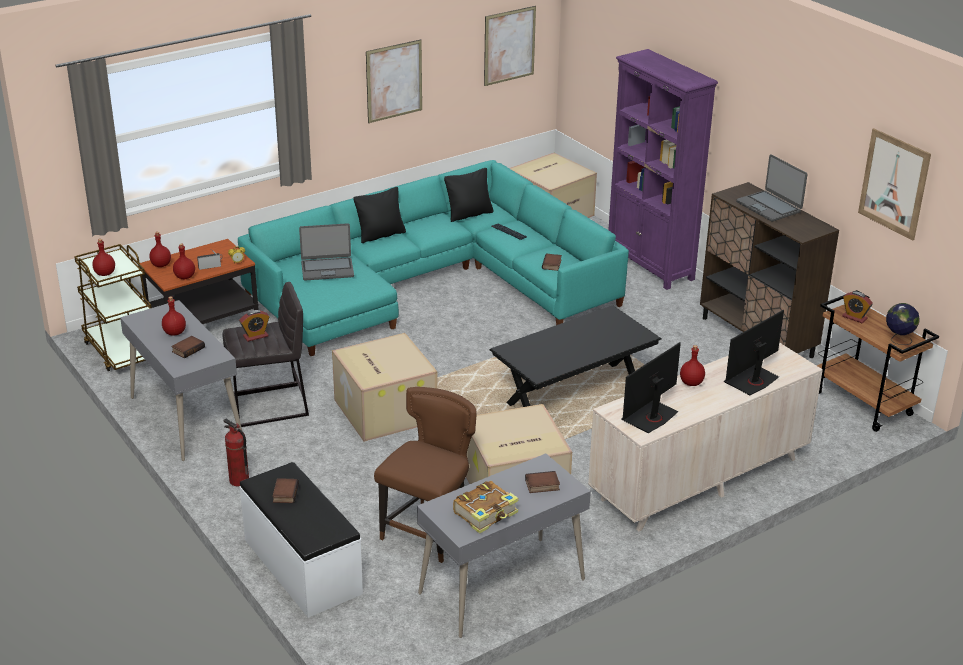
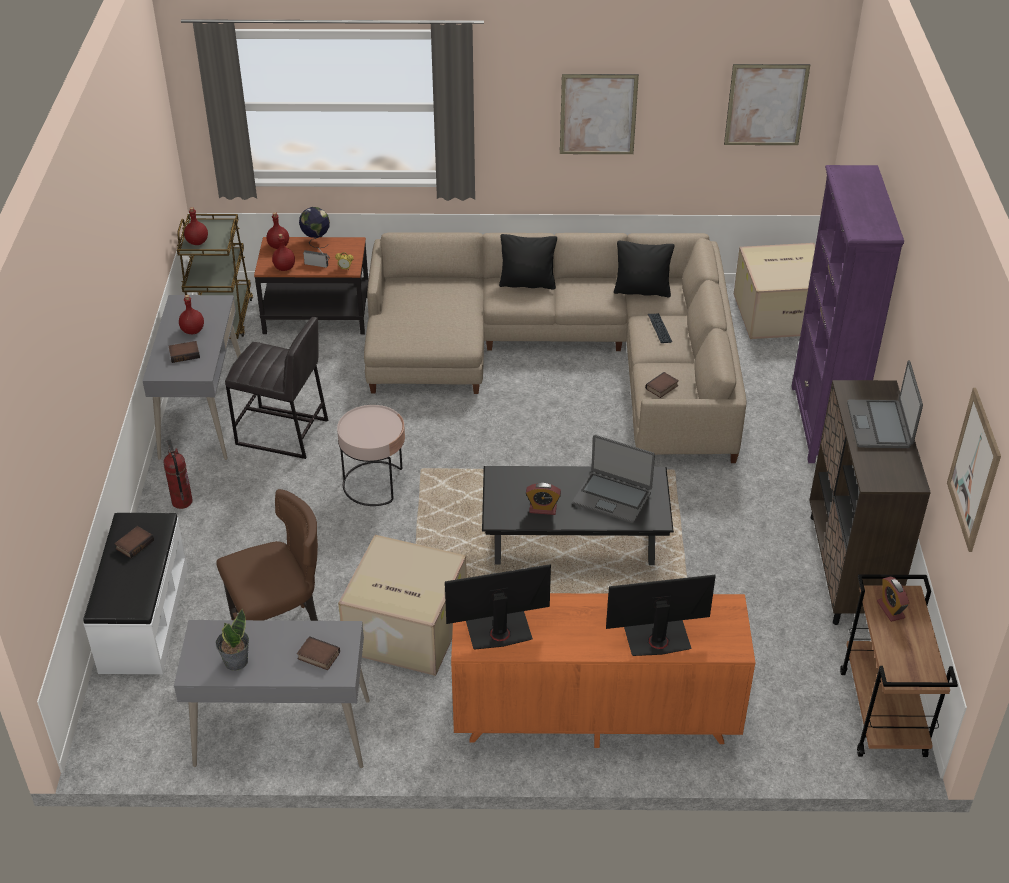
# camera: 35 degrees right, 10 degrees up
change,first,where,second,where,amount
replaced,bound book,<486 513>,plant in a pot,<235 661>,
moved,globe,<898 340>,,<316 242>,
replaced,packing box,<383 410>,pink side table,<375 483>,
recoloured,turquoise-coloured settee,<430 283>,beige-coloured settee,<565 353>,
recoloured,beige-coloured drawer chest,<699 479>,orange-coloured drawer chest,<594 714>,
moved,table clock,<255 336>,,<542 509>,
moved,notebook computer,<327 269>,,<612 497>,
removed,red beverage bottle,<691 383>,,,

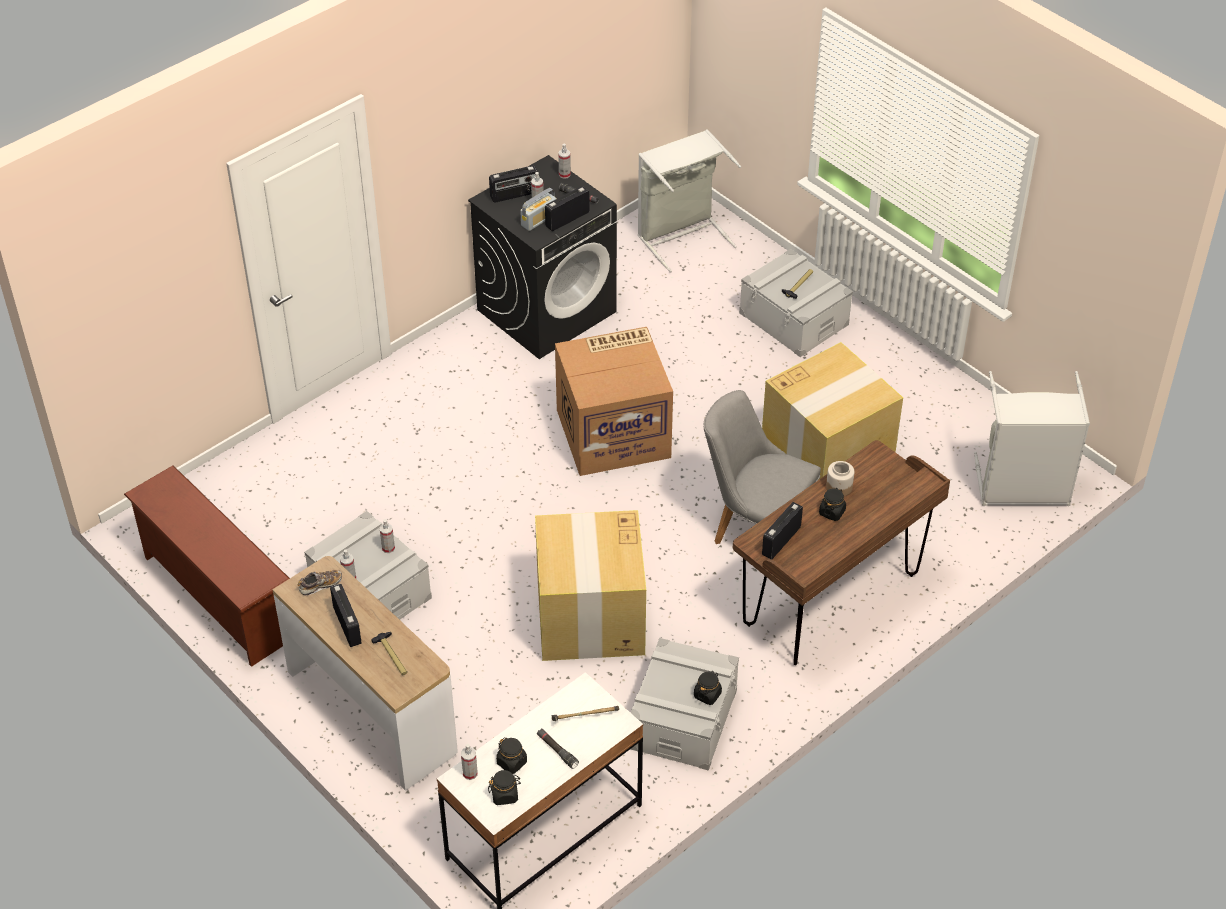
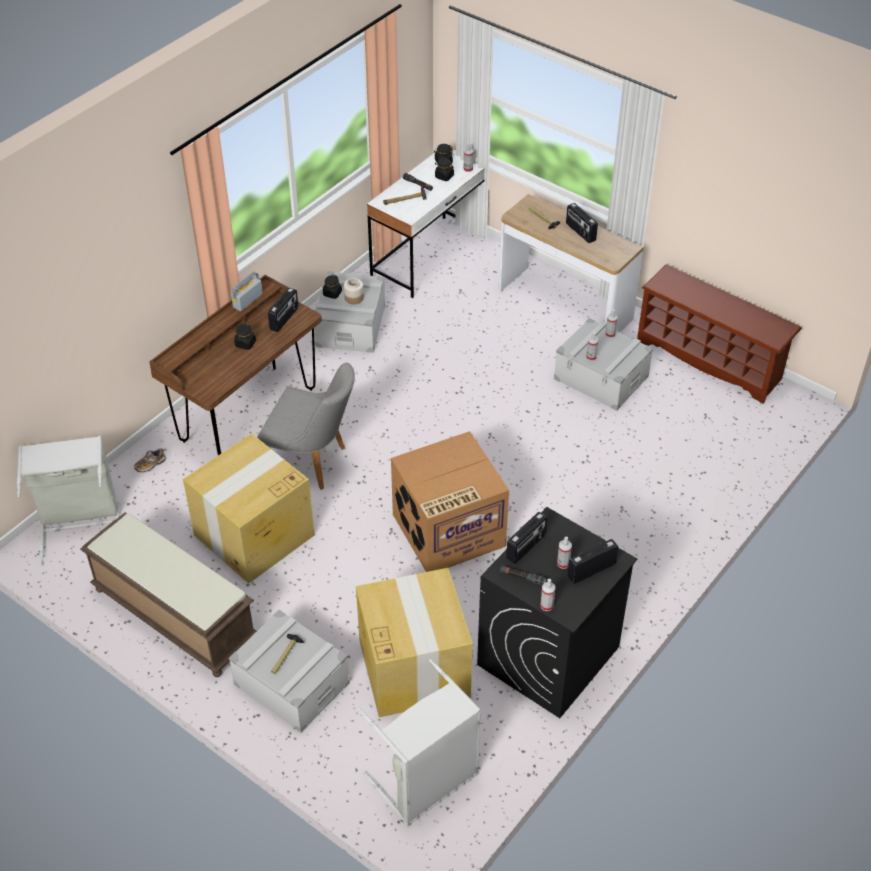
# camera: 170 degrees right, 0 degrees up
change,first,where,second,where,amount
added,,,brown-coloured long seat,<173 615>,
moved,shoe,<320 585>,,<150 465>,
moved,radio receiver,<539 220>,,<247 300>,
moved,jar,<839 487>,,<353 298>,
moved,packing box,<590 619>,,<413 667>,

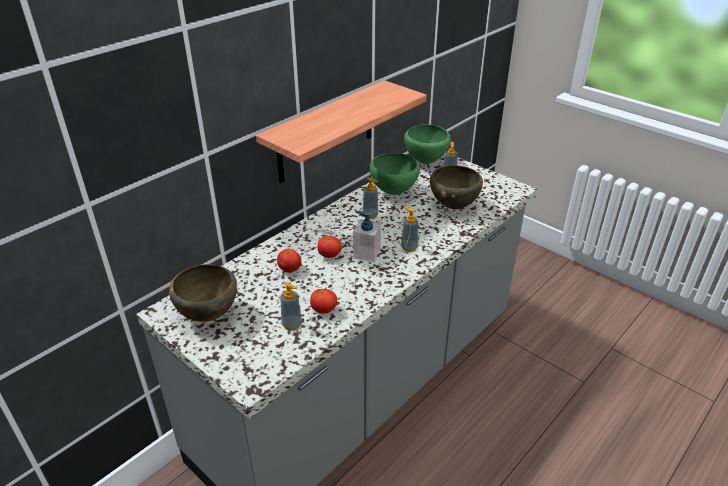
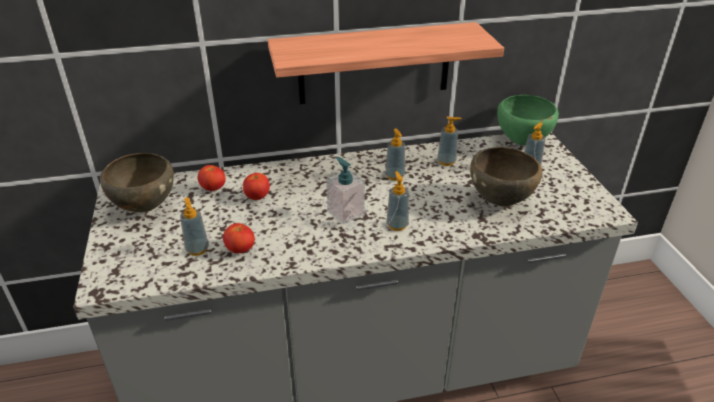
# camera: 35 degrees right, 0 degrees up
change,first,where,second,where,amount
moved,whole tomato,<329 255>,,<213 188>,
replaced,green-coloured bowl,<393 192>,soap dispenser,<446 161>,

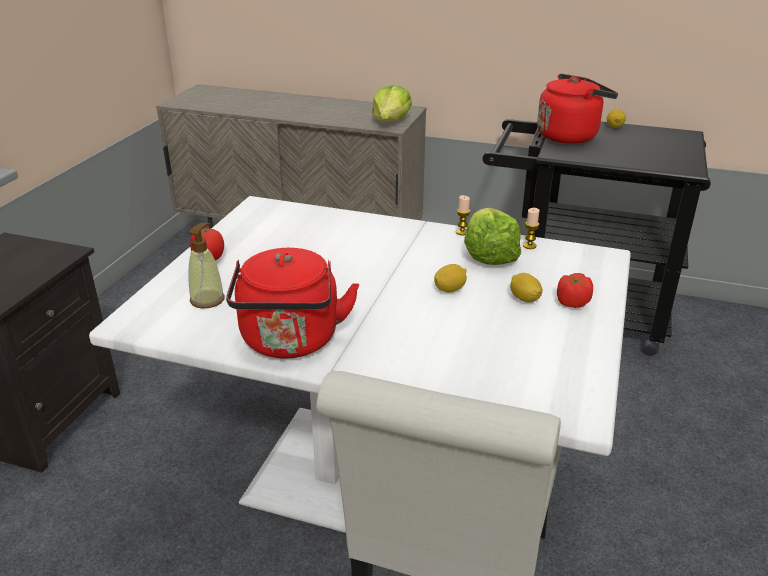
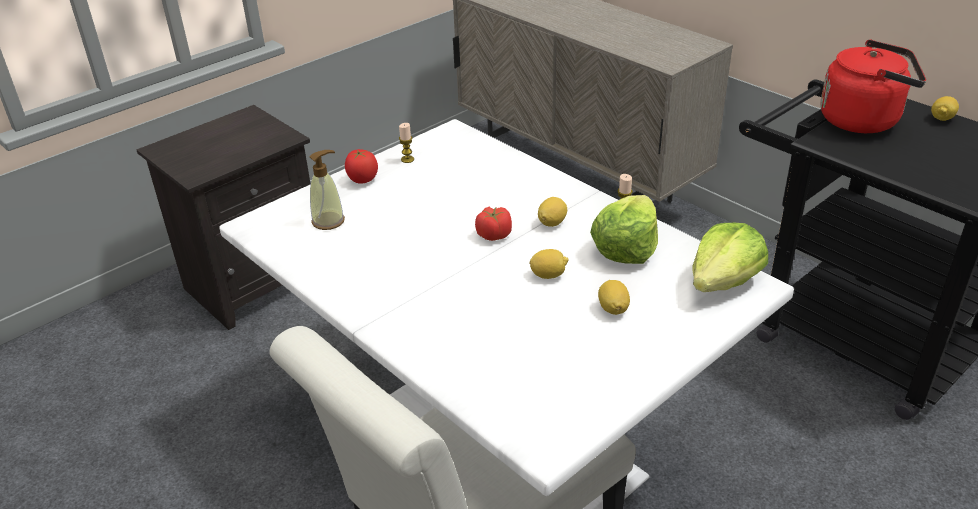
# camera: 30 degrees right, 5 degrees up
change,first,where,second,where,amount
moved,wax candle,<529 246>,,<407 159>,
moved,whole tomato,<572 302>,,<493 235>,
added,,,lemon,<552 222>,
moved,lettuce,<390 121>,,<724 281>,
removed,red water kettle,<290 342>,,,

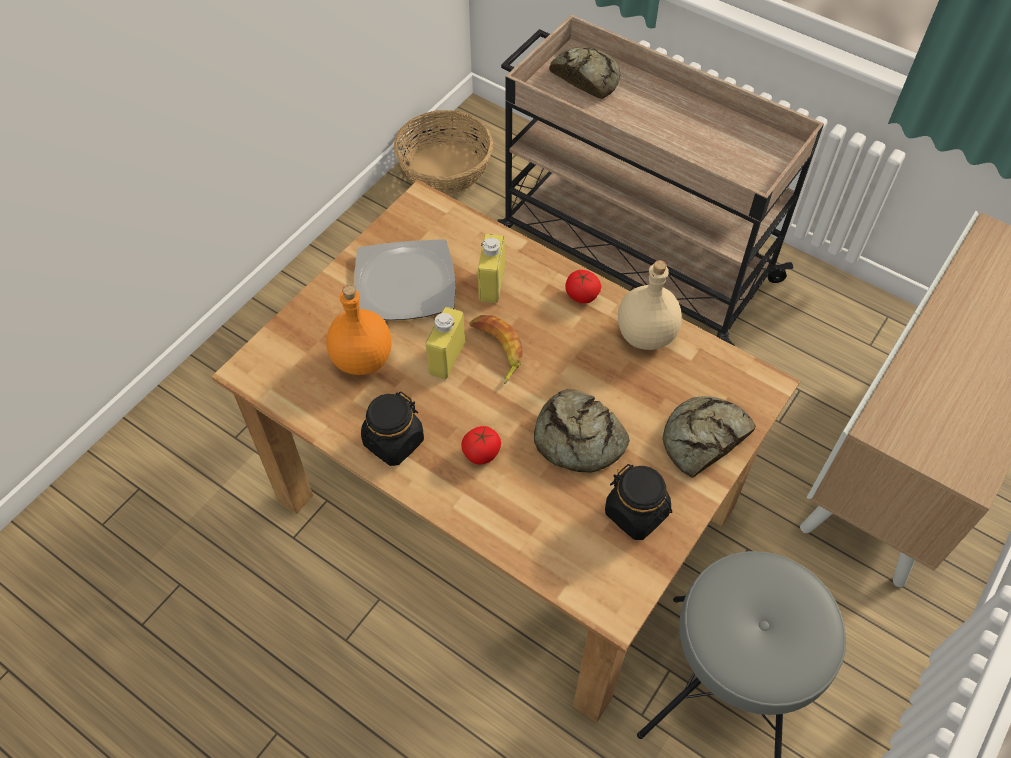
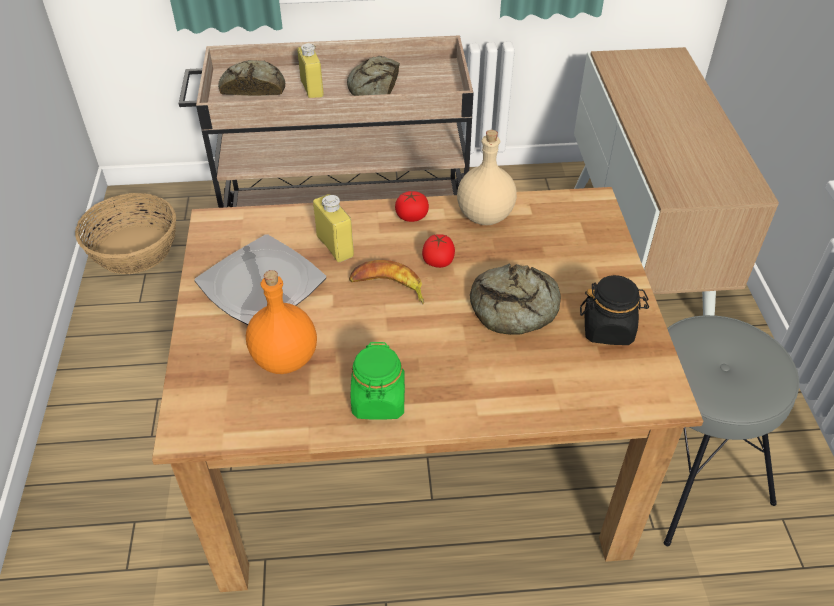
# camera: 40 degrees left, 10 degrees down
change,first,where,second,where,amount
moved,yellowish beverage bottle,<447 358>,,<312 89>,
moved,baked bread,<703 439>,,<374 87>,
recoloured,blackish jar,<393 442>,green-coloured jar,<378 401>,
moved,whole tomato,<481 452>,,<438 261>,

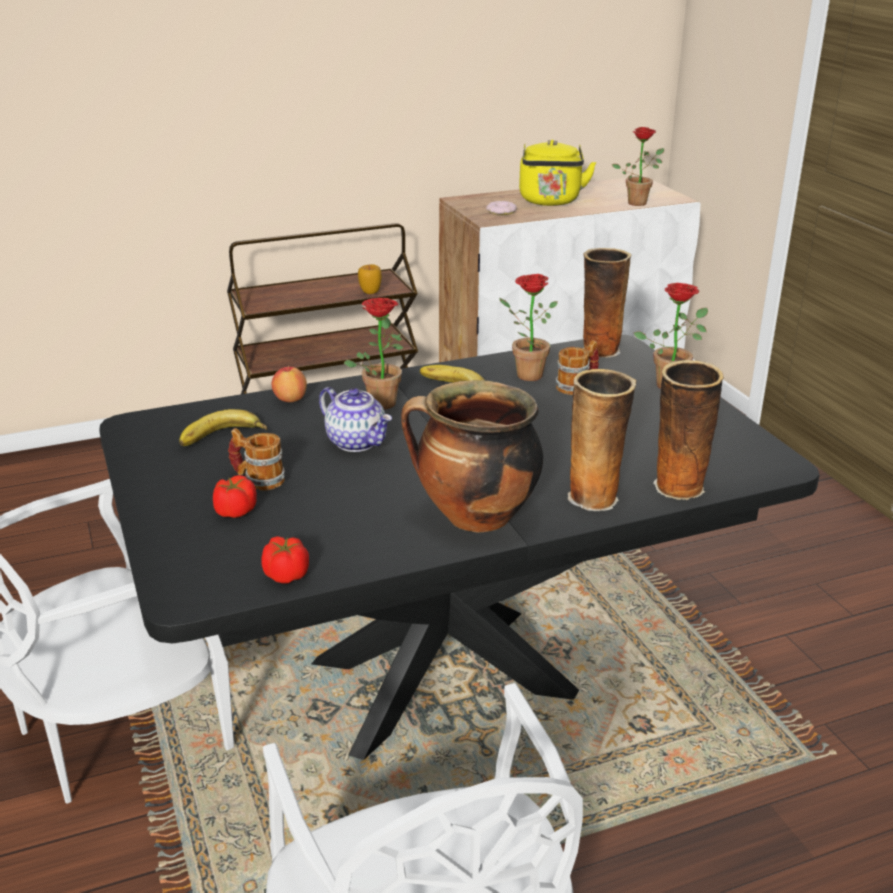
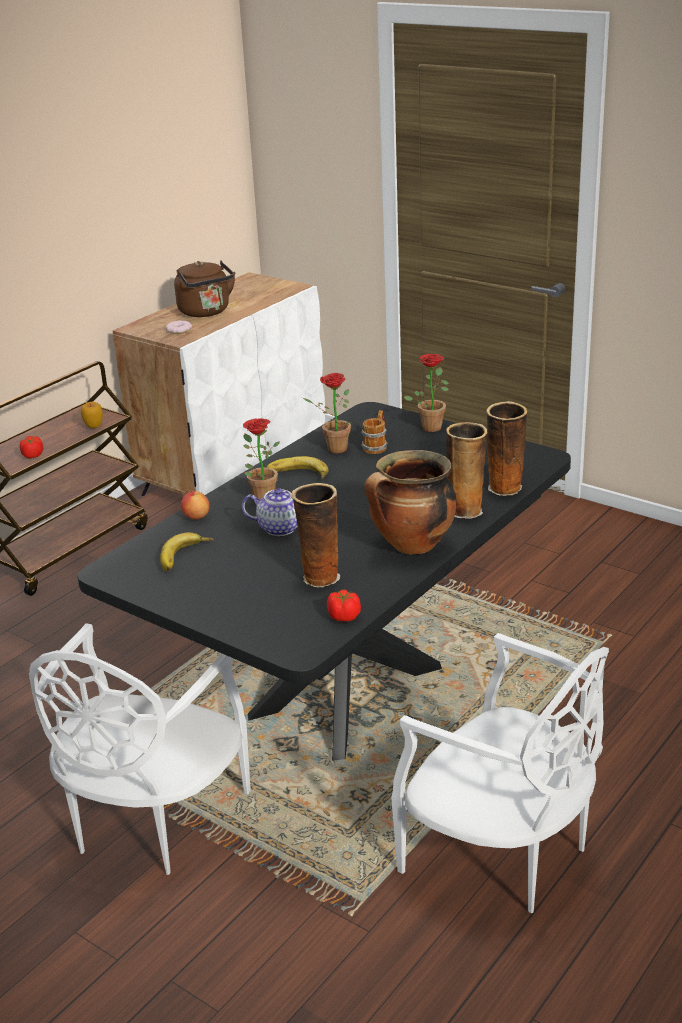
# camera: 30 degrees left, 0 degrees up
change,first,where,second,where,amount
moved,whole tomato,<235 511>,,<32 455>,
recoloured,yellowish water kettle,<550 201>,brown-coloured water kettle,<206 312>,
moved,flower vase,<599 350>,,<319 577>,
removed,tea mug,<258 479>,,,
removed,plant in a pot,<638 202>,,,

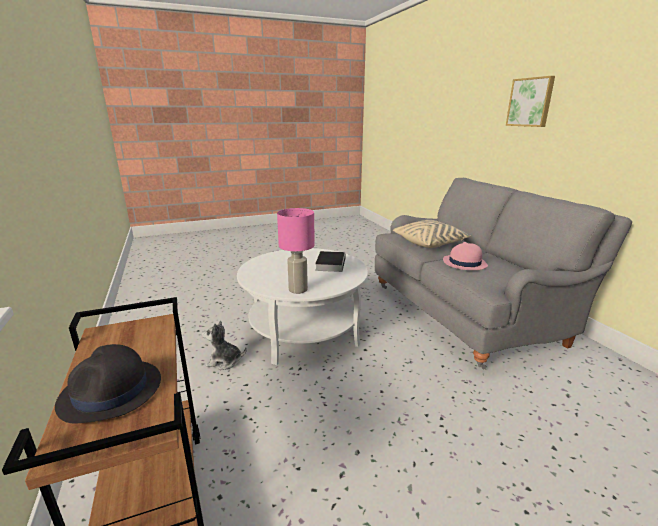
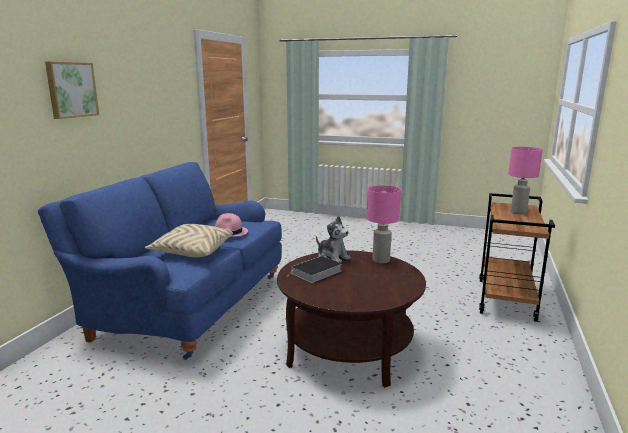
# camera: 140 degrees left, 5 degrees down
change,first,where,second,where,amount
recoloured,grey settee,<469 312>,bluish settee,<185 304>,
recoloured,white-coloured lounge table,<304 332>,brown-coloured lounge table,<348 348>,
moved,soft toy,<224 361>,,<332 257>,
replaced,blackish hat,<111 392>,pink lamp for a table,<518 212>,

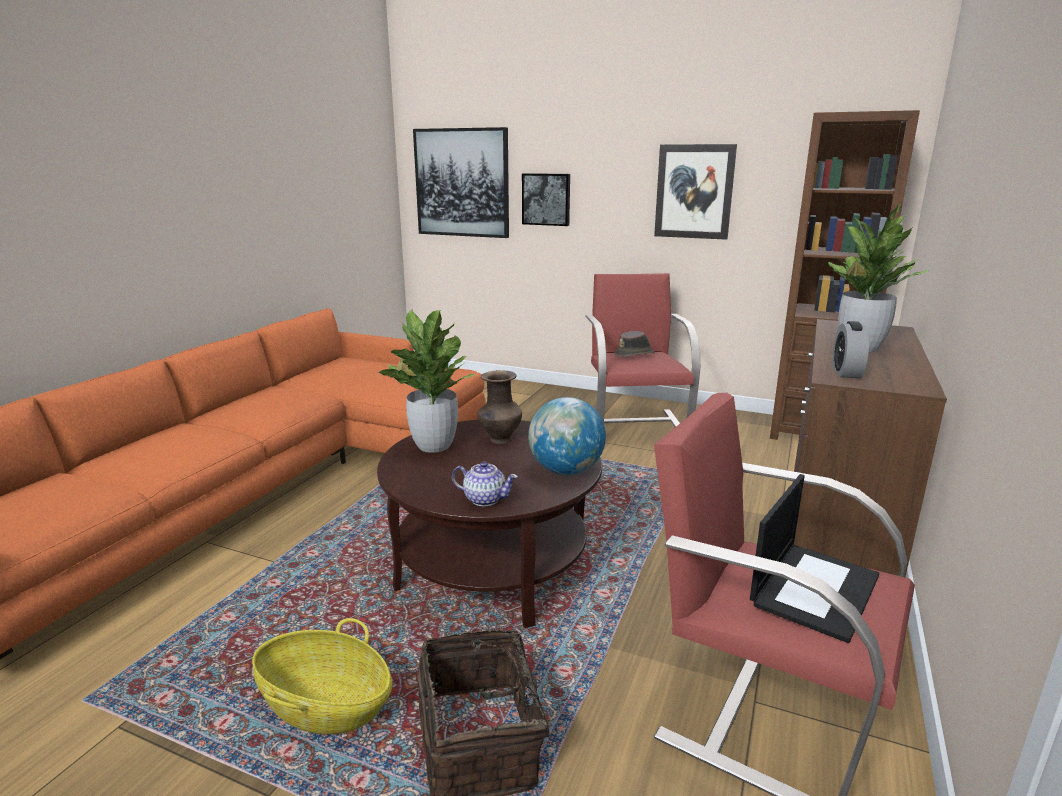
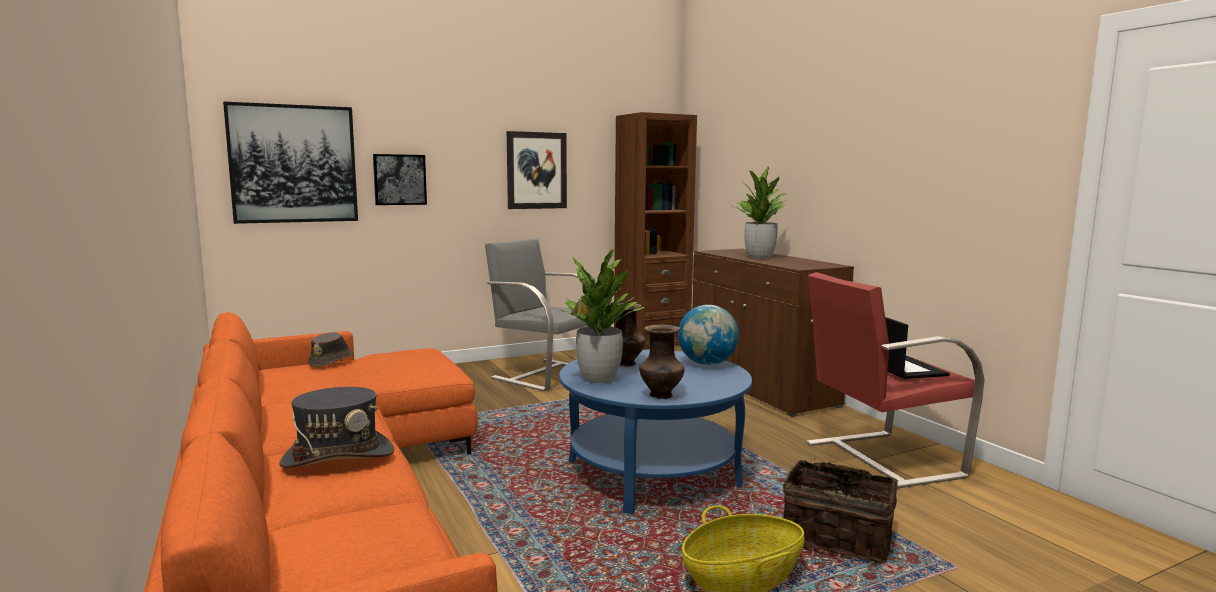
# camera: 50 degrees left, 10 degrees down
change,first,where,second,where,amount
added,,,grey hat,<338 456>,
moved,brown-coloured hat,<635 355>,,<332 361>,
recoloured,red lounge chair,<634 426>,grey lounge chair,<545 374>,
recoloured,brown-coloured lounge table,<493 566>,bluish lounge table,<652 474>,
added,,,brown-coloured flower vase,<661 396>,
removed,tea pot,<484 499>,,,
removed,table clock,<846 372>,,,

